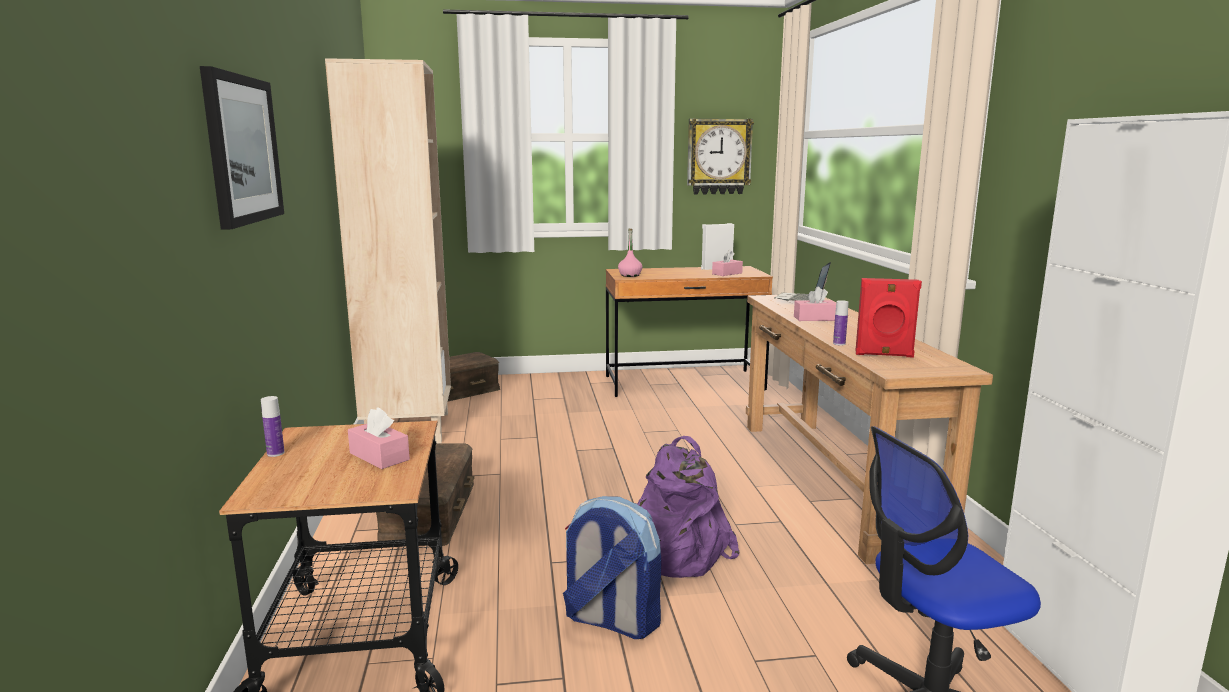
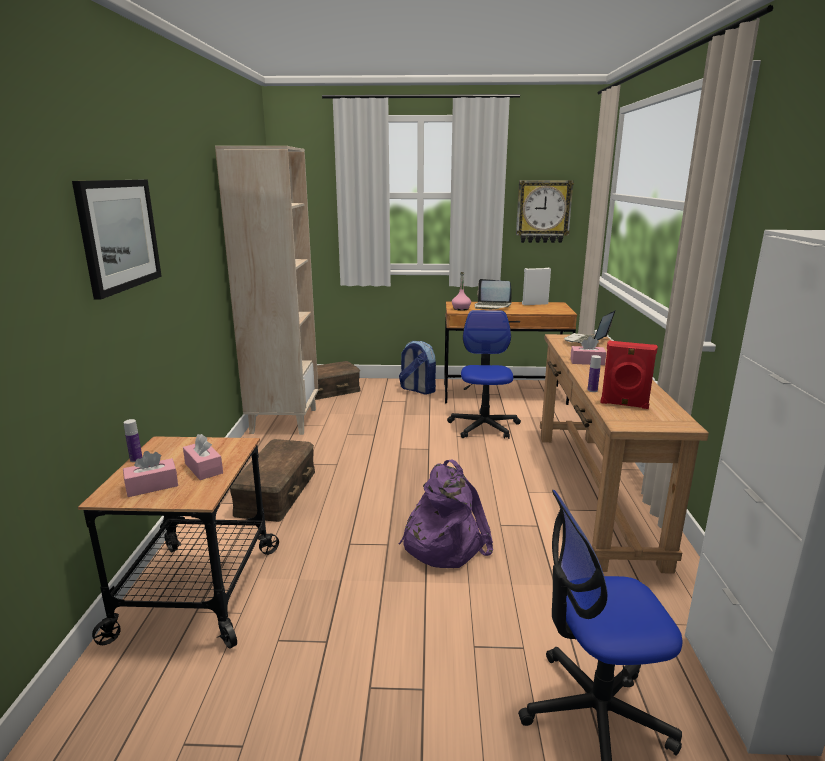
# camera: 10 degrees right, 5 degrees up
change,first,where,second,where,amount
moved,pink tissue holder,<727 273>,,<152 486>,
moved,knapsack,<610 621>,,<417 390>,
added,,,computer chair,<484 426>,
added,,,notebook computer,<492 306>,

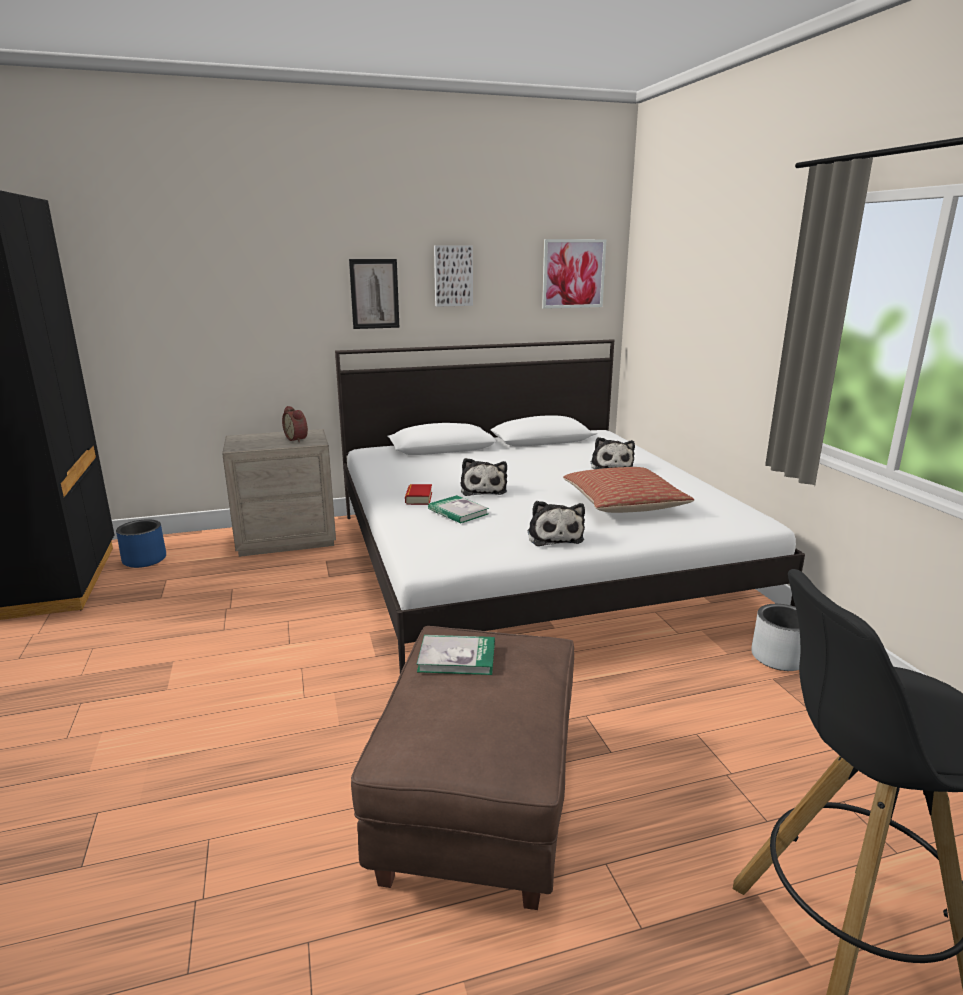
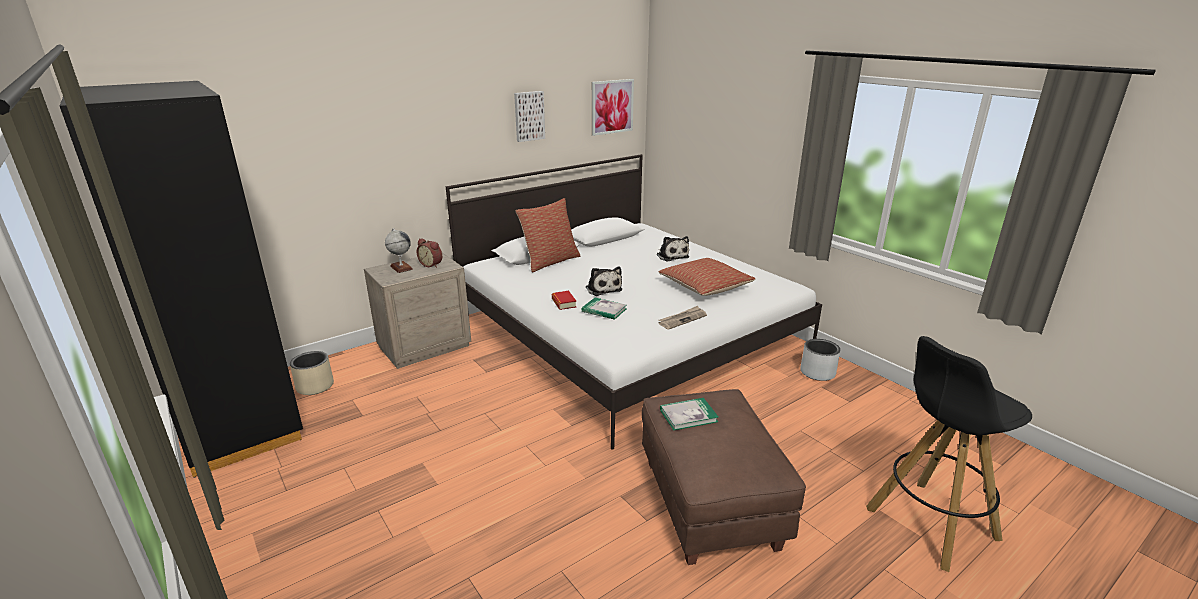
# camera: 20 degrees left, 5 degrees up
change,first,where,second,where,amount
recoloured,bluish planter,<145 560>,beige-coloured planter,<315 386>,
added,,,globe,<401 267>,
added,,,throw pillow,<550 261>,
replaced,soft toy,<554 536>,daily paper,<682 319>,
removed,picture,<374 294>,,,

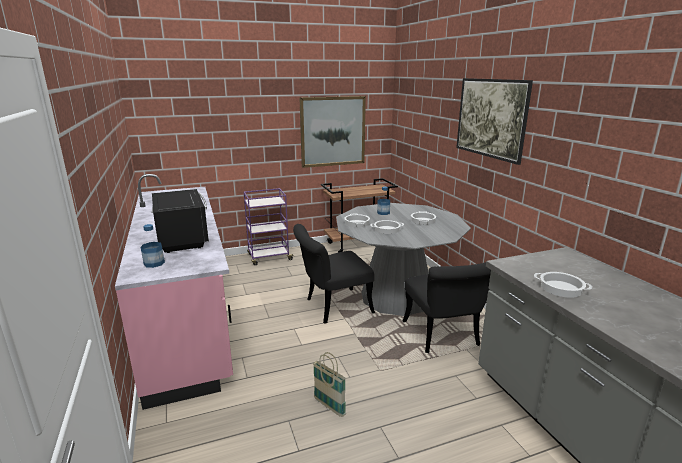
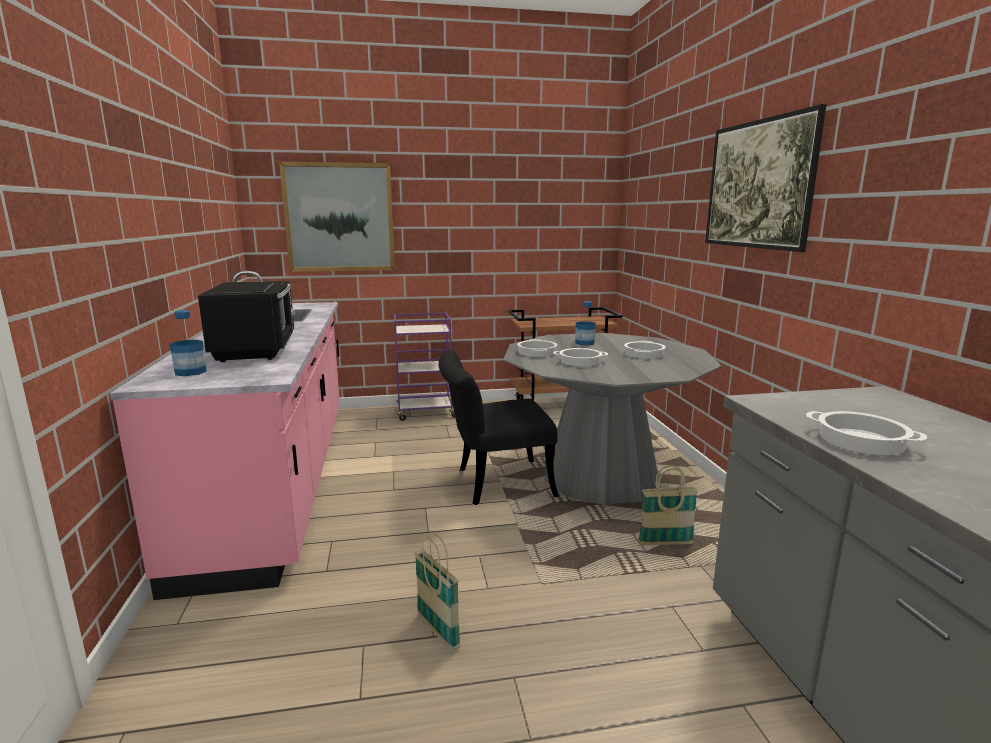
# camera: 10 degrees right, 5 degrees down
change,first,where,second,where,amount
moved,picture,<332 131>,,<339 218>,
replaced,blackish chair,<444 338>,household basket,<665 544>,

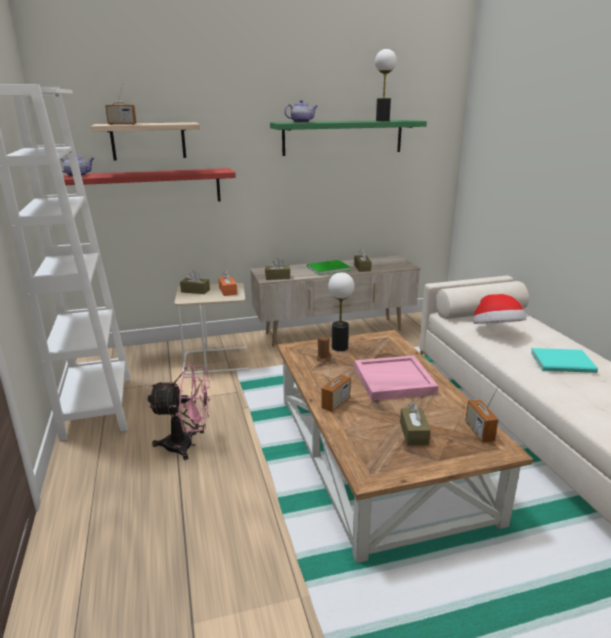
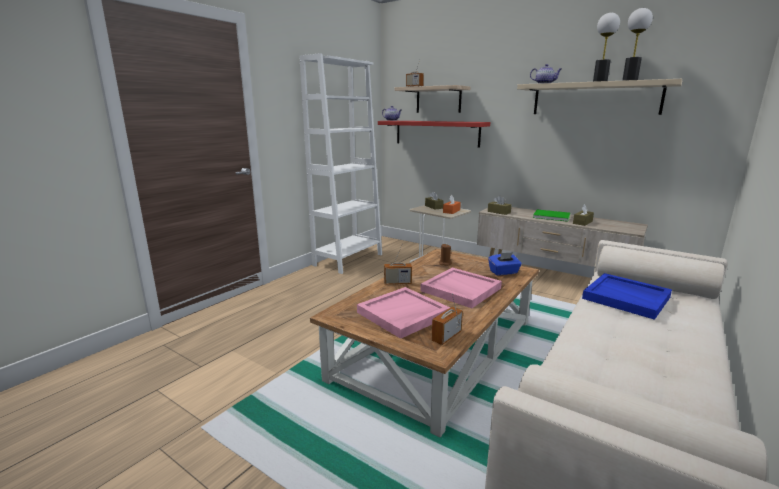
# camera: 50 degrees right, 5 degrees down
change,first,where,second,where,amount
replaced,brown-coloured tissue holder,<414 433>,pink tray,<403 314>,
added,,,bluish tissue holder,<503 272>,
recoloured,green-coloured shelf,<343 137>,beige-coloured shelf,<595 99>,
replaced,hat,<496 331>,bluish tray,<627 298>,
moved,lamp for a table,<339 347>,,<599 81>,
removed,pink cooling fan,<187 445>,,,
removed,turquoise-coloured bound book,<564 363>,,,

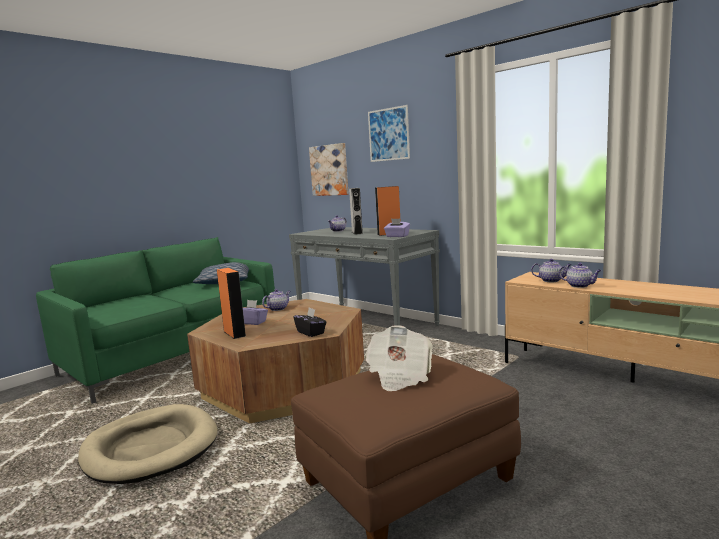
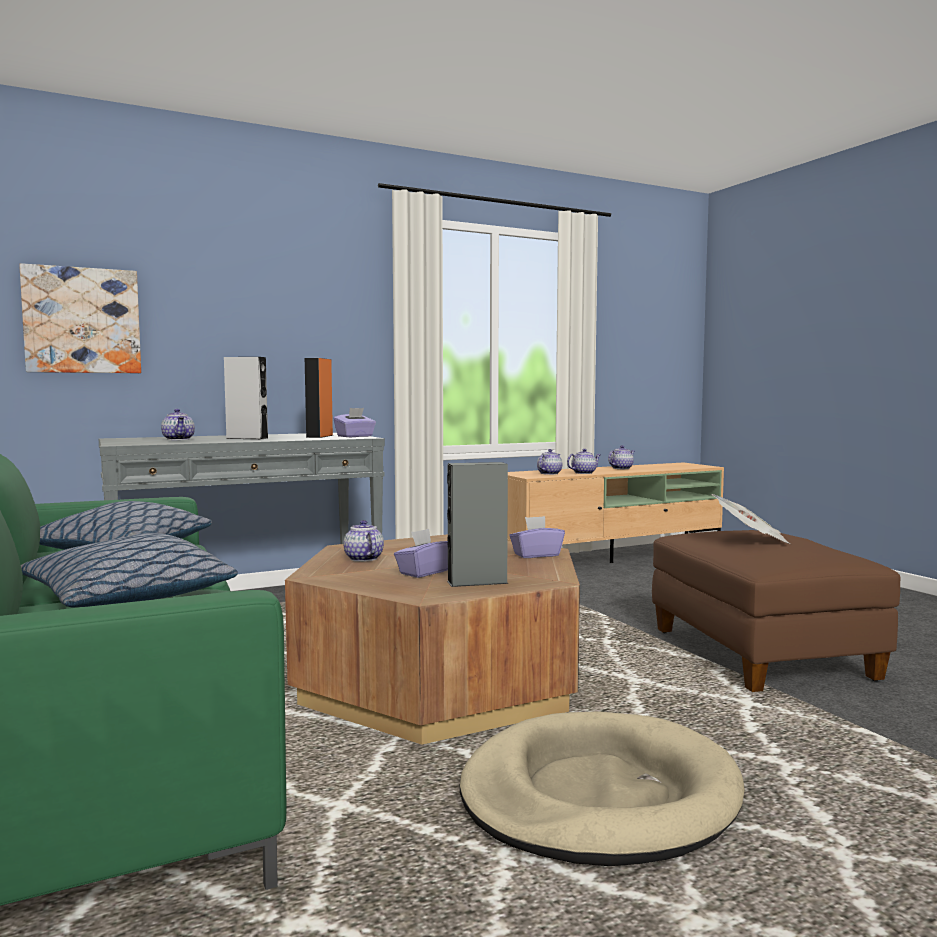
# camera: 70 degrees left, 5 degrees down
change,first,where,second,where,amount
added,,,throw pillow,<129 597>,
recoloured,orange-coloured speaker,<234 333>,grey speaker,<477 582>,
recoloured,blackish tissue holder,<311 332>,purple tissue holder,<536 555>,
added,,,tea pot,<621 468>,
removed,picture,<388 134>,,,

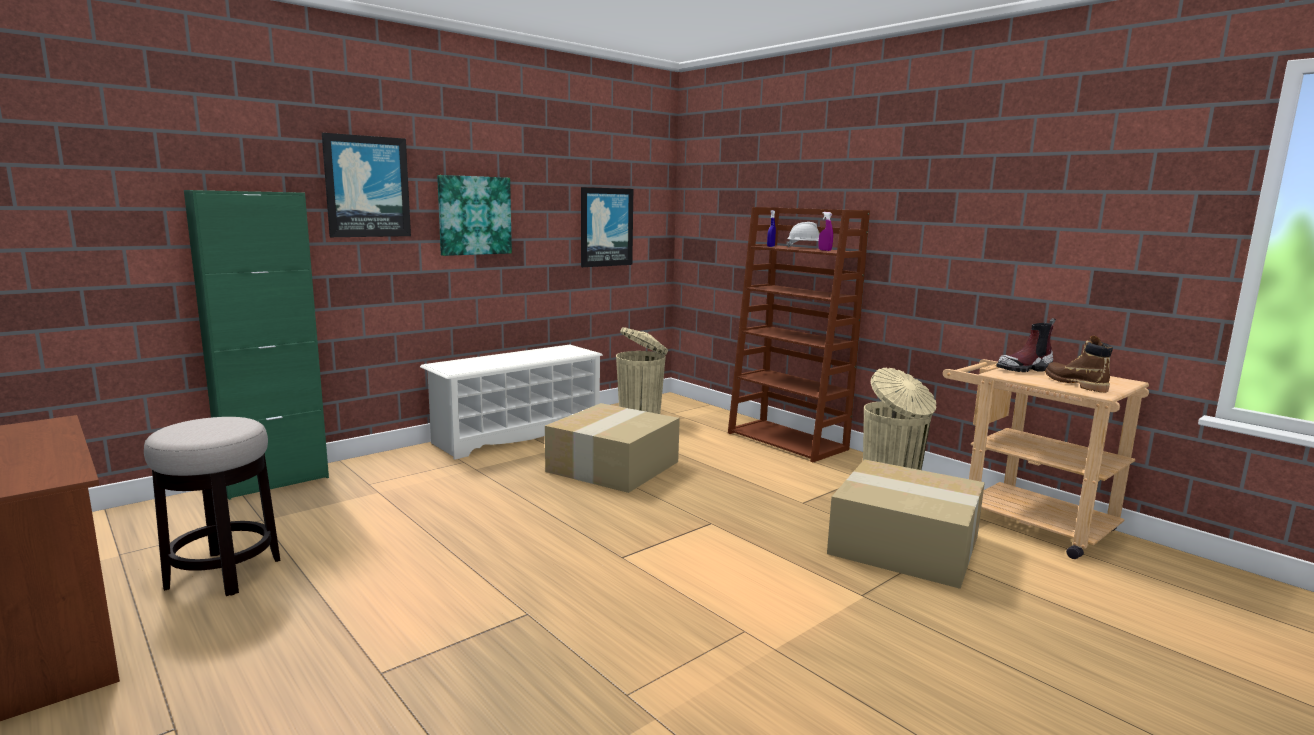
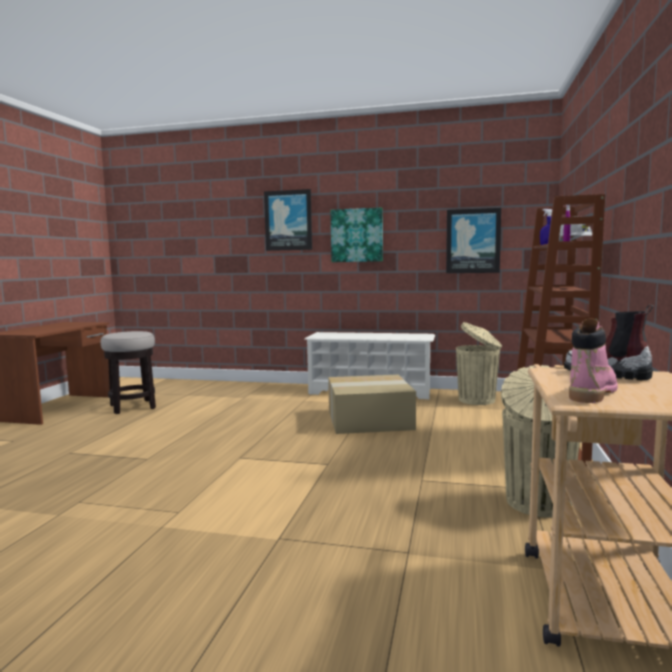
# camera: 55 degrees right, 5 degrees down
change,first,where,second,where,amount
recoloured,brown-coloured high-top boot,<1075 384>,pink high-top boot,<592 392>,
removed,green-coloured storage cabinet,<275 482>,,,
removed,packing box,<906 544>,,,

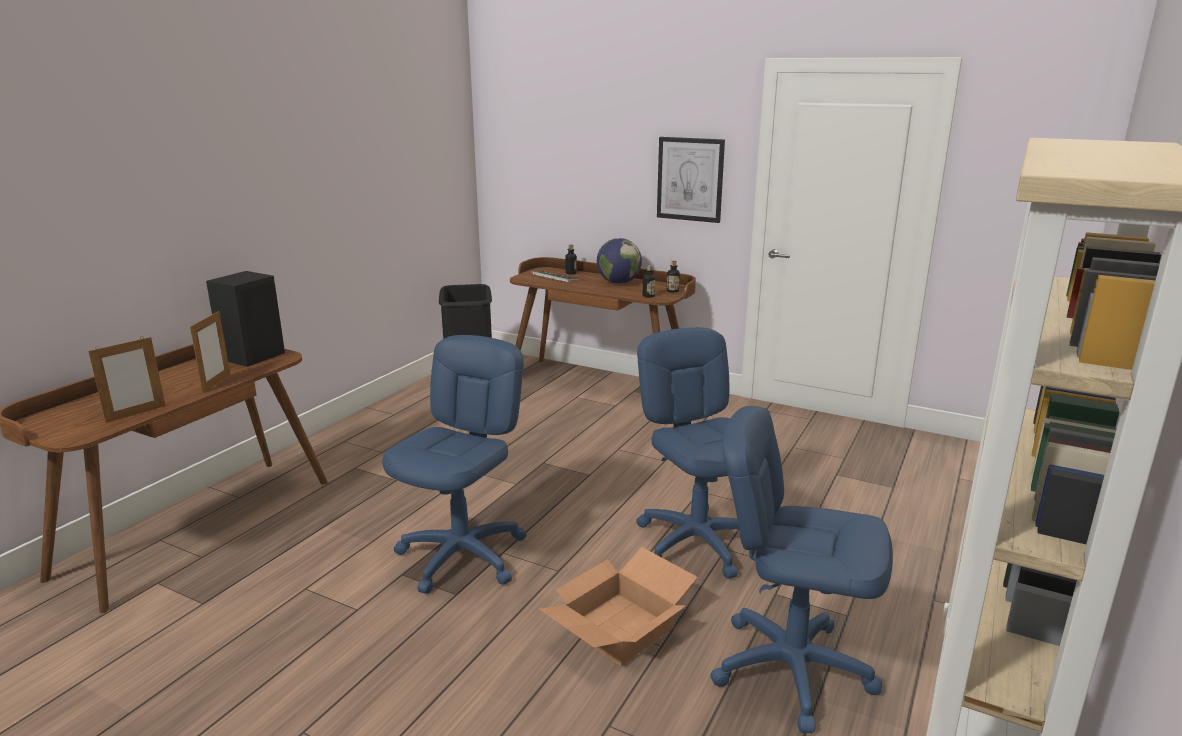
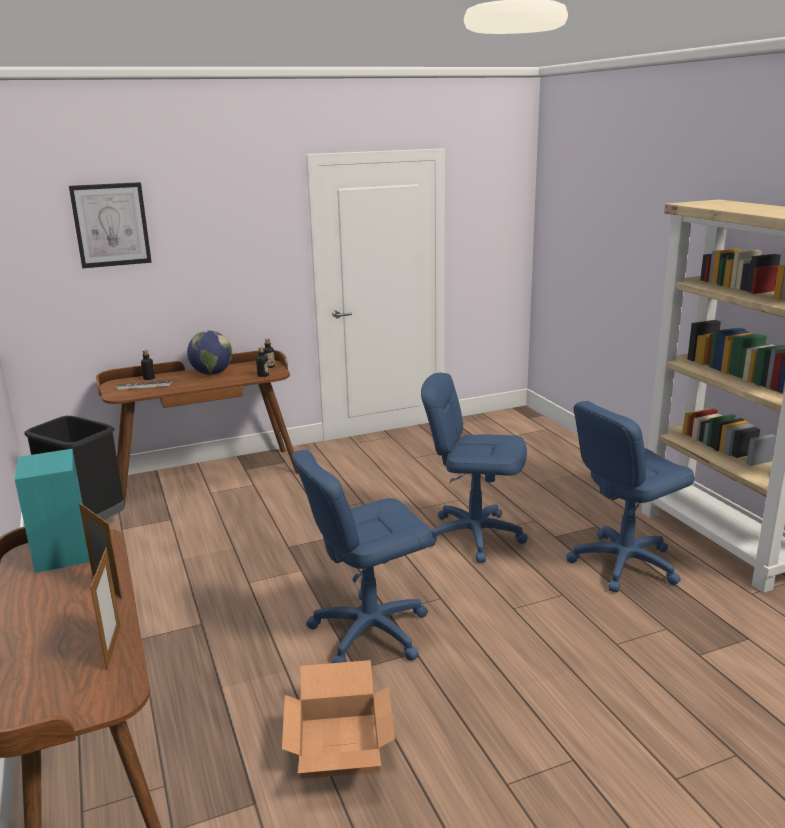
# camera: 50 degrees left, 0 degrees up
change,first,where,second,where,amount
recoloured,blackish speaker,<254 355>,turquoise-coloured speaker,<62 552>,
moved,picture,<690 179>,,<111 225>,
moved,packing box,<620 629>,,<341 745>,
turned,bluish computer chair,<463 556>,,<369 631>,90 degrees counterclockwise

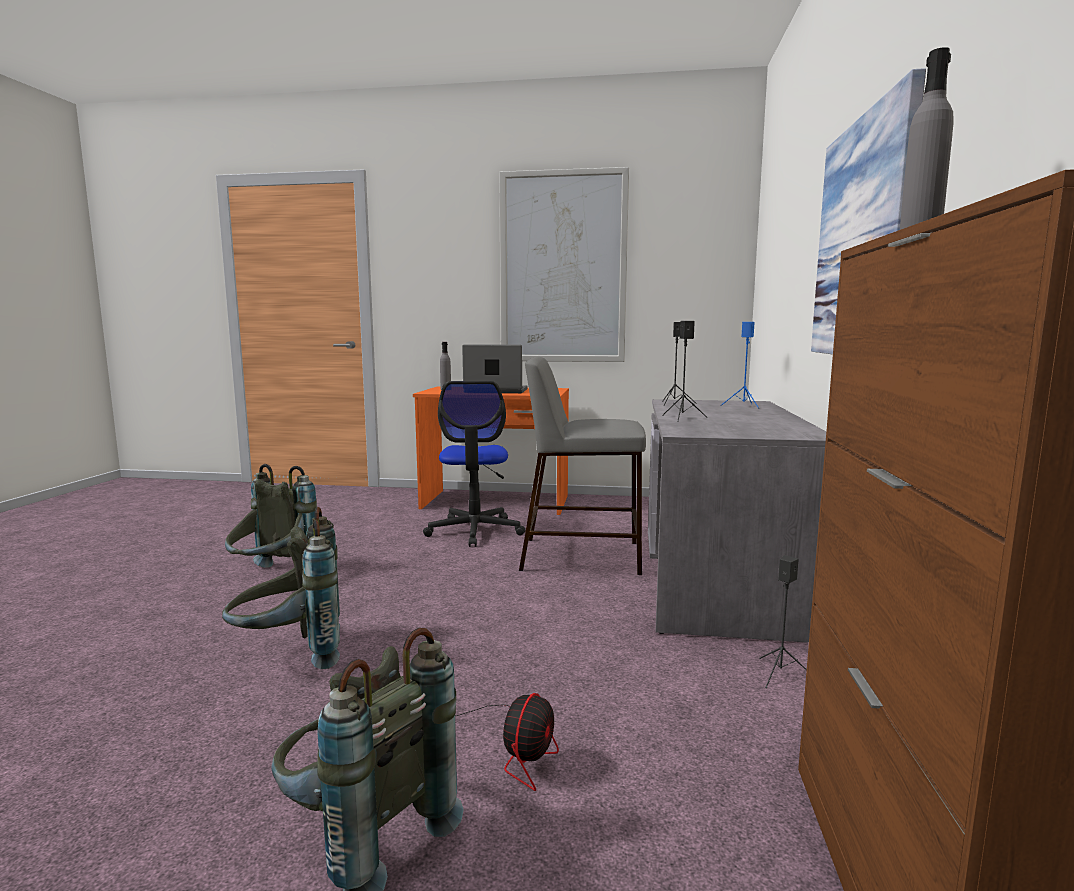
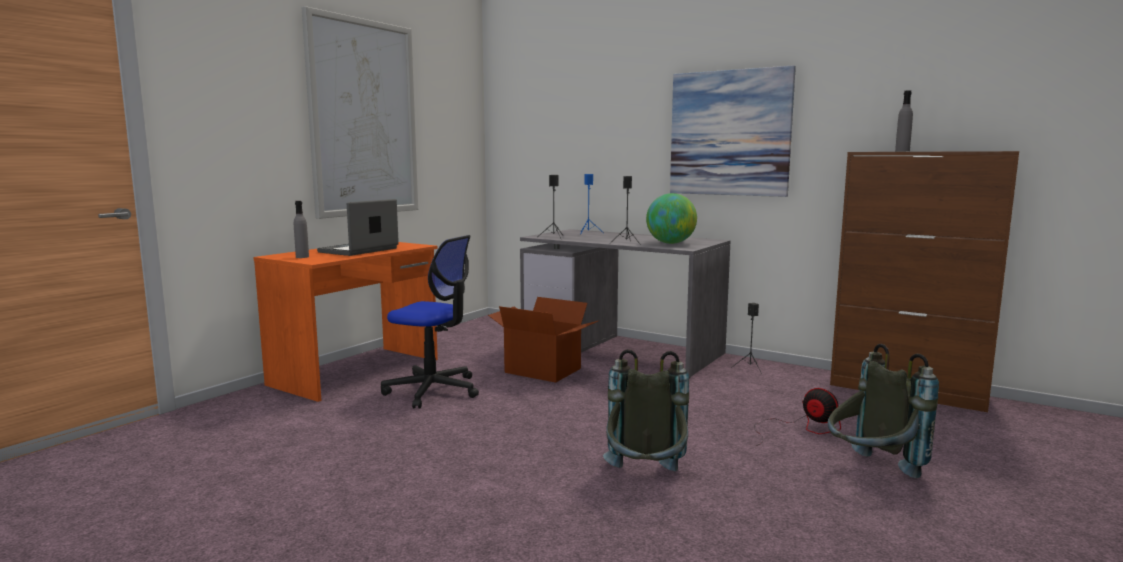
# camera: 65 degrees left, 0 degrees up
change,first,where,second,where,amount
replaced,grey stool,<583 555>,packing box,<543 370>,
added,,,globe,<670 243>,
removed,grey knapsack,<272 577>,,,

